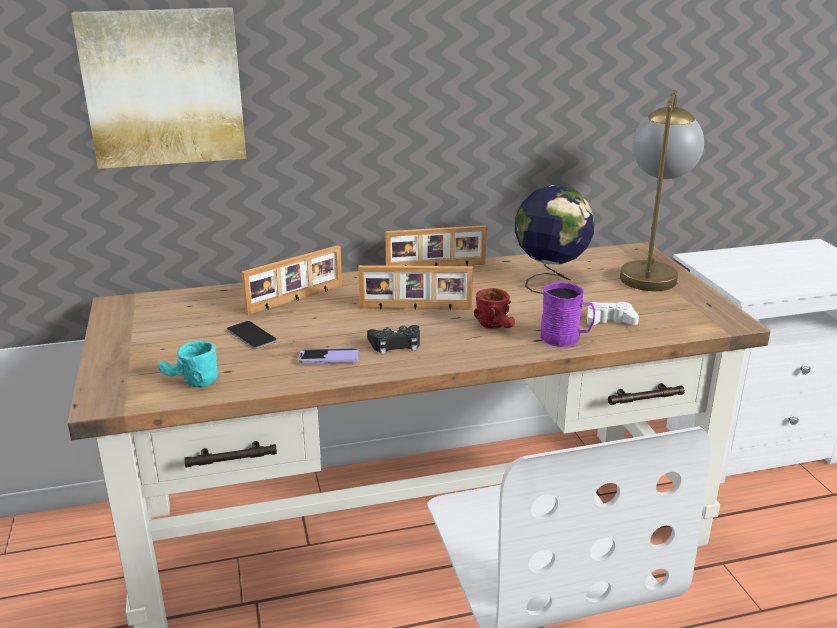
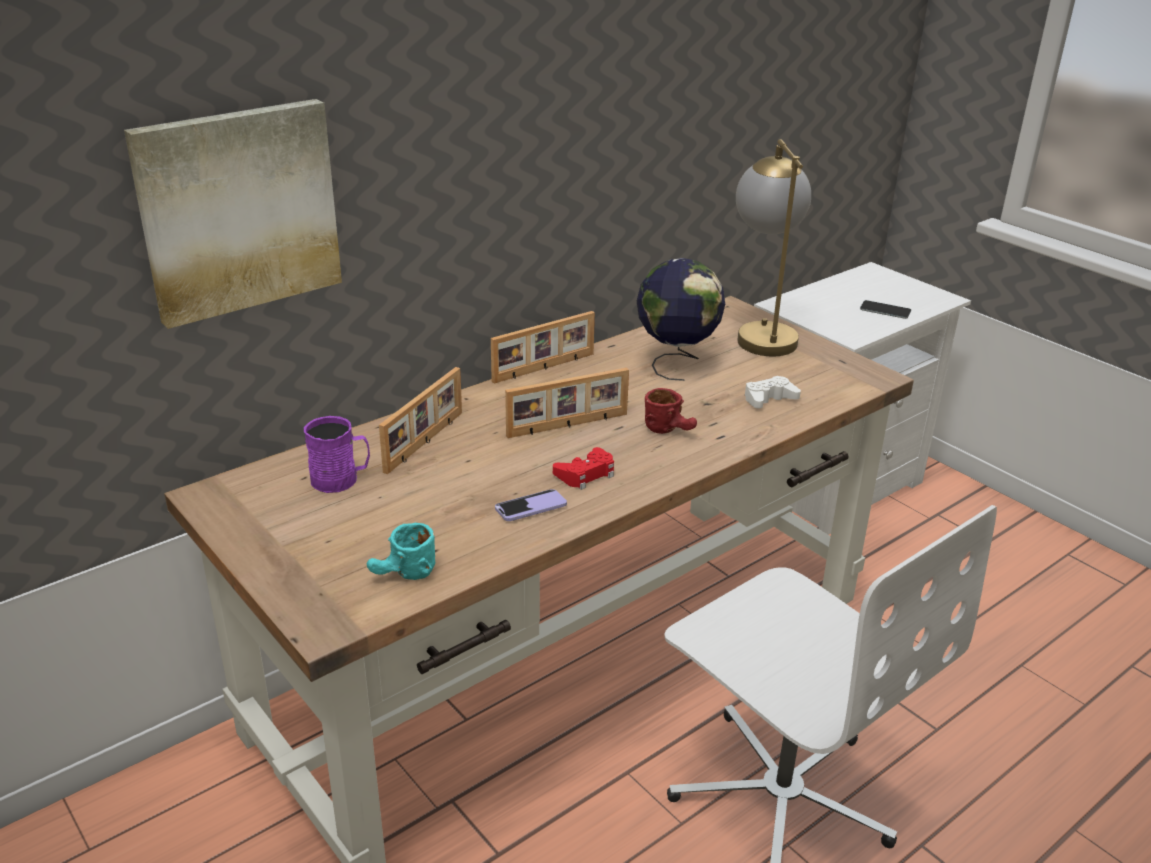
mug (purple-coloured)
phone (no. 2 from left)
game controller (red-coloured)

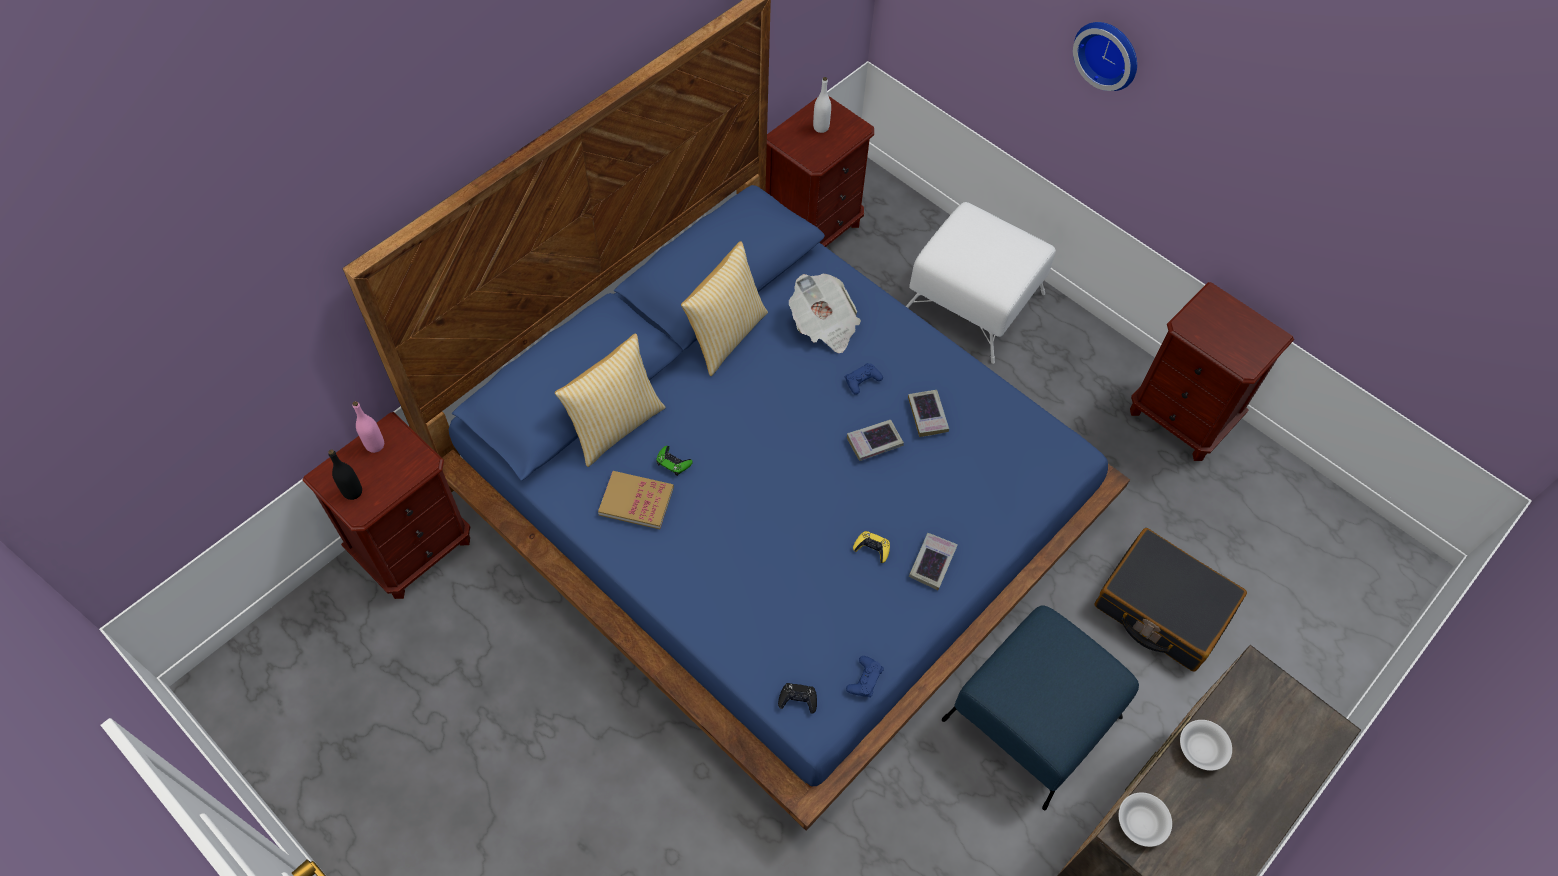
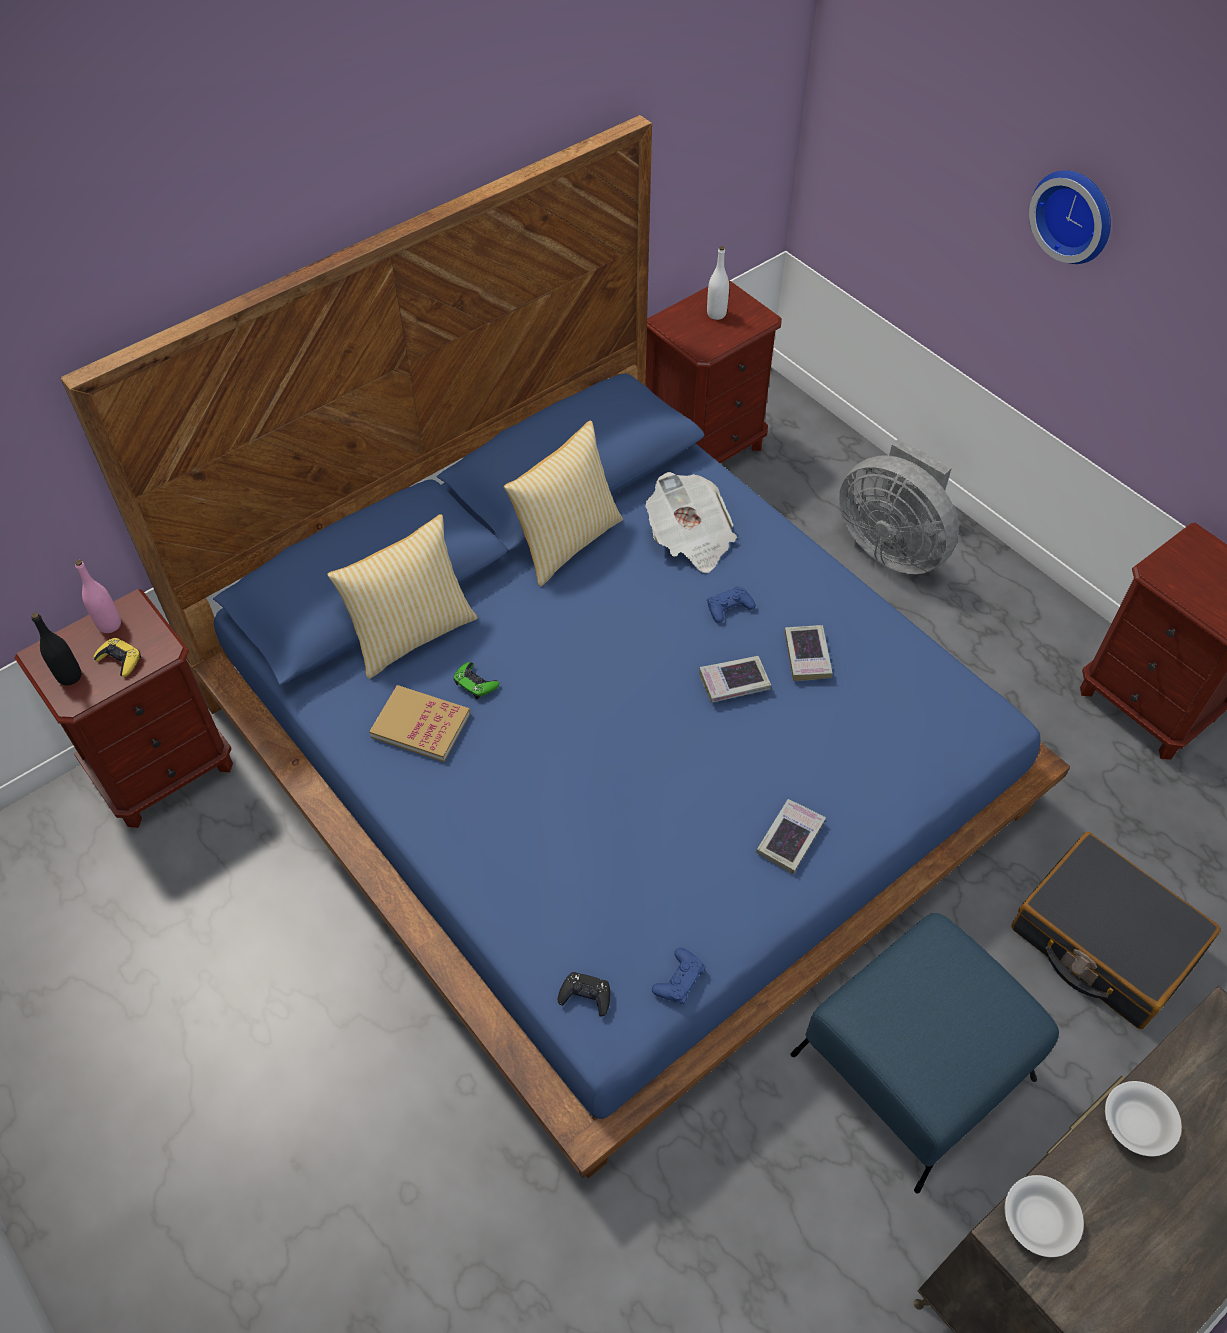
fan (gray)
game controller (yellow-coloured)

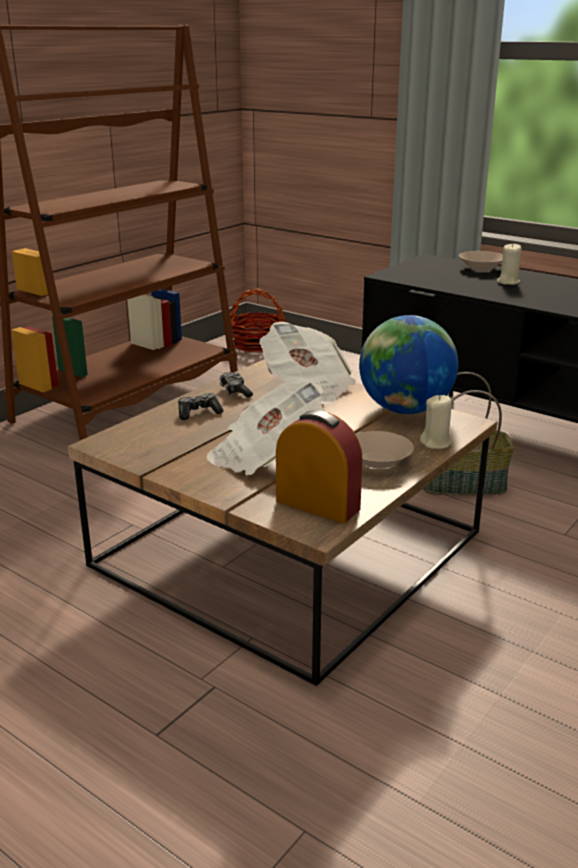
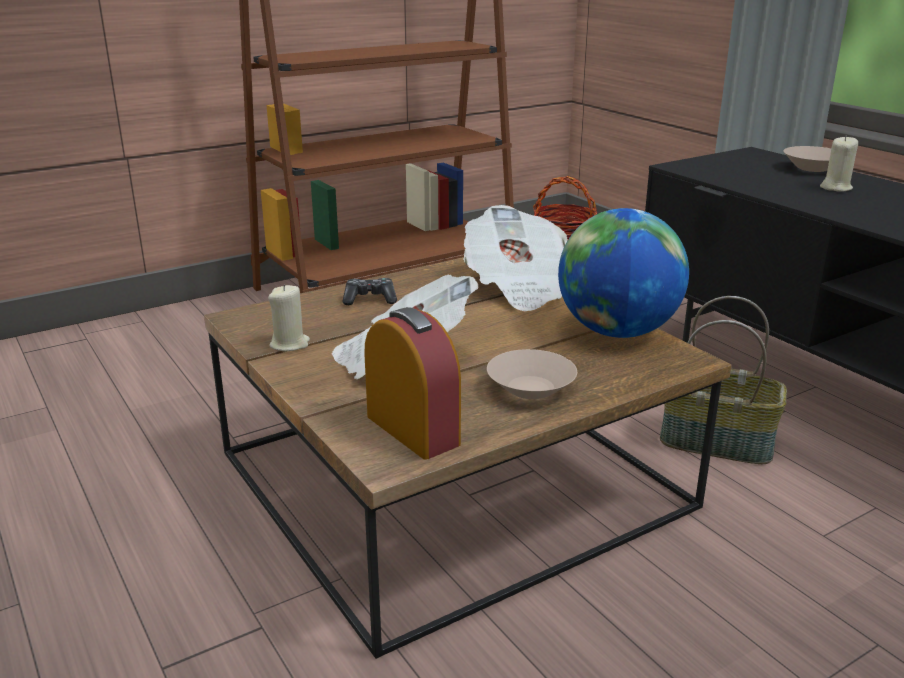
game controller (no. 2 from left in the first image)
wax candle (sand-coloured) (no. 1 from left)

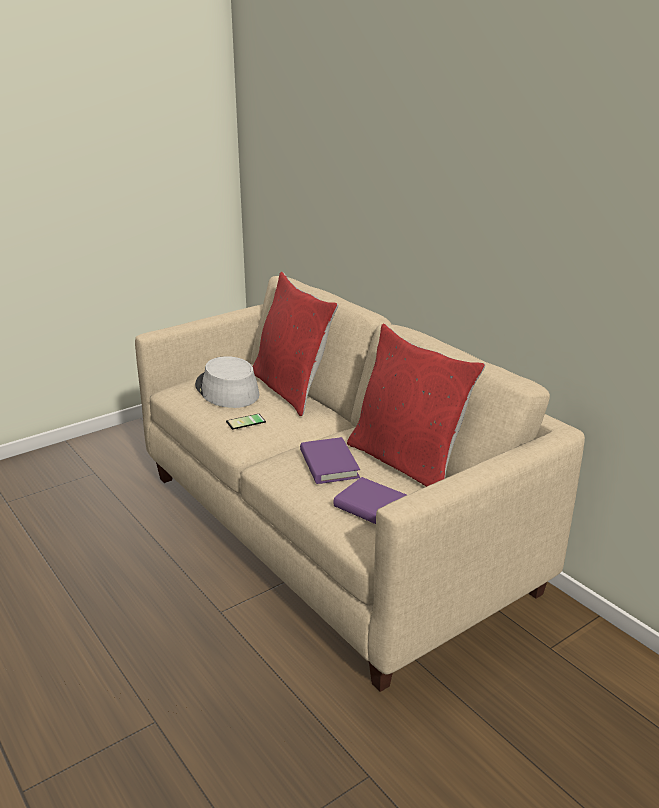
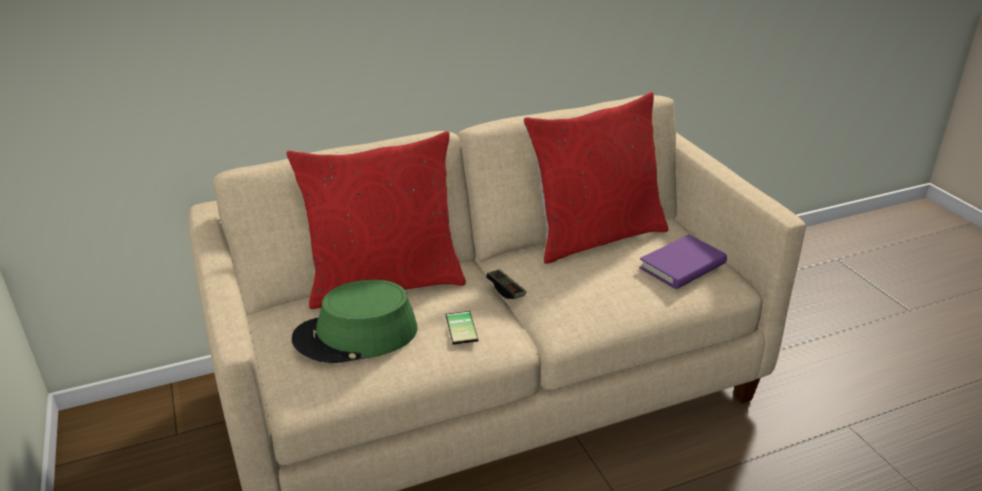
clothing hat (green)
bound book (purple-coloured) (no. 1 from left in the first image)
game controller

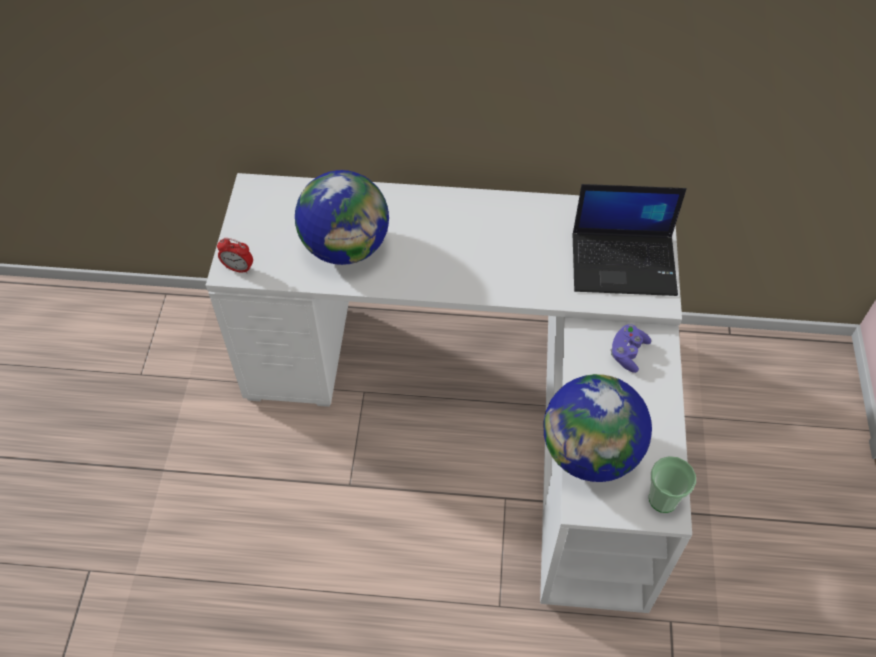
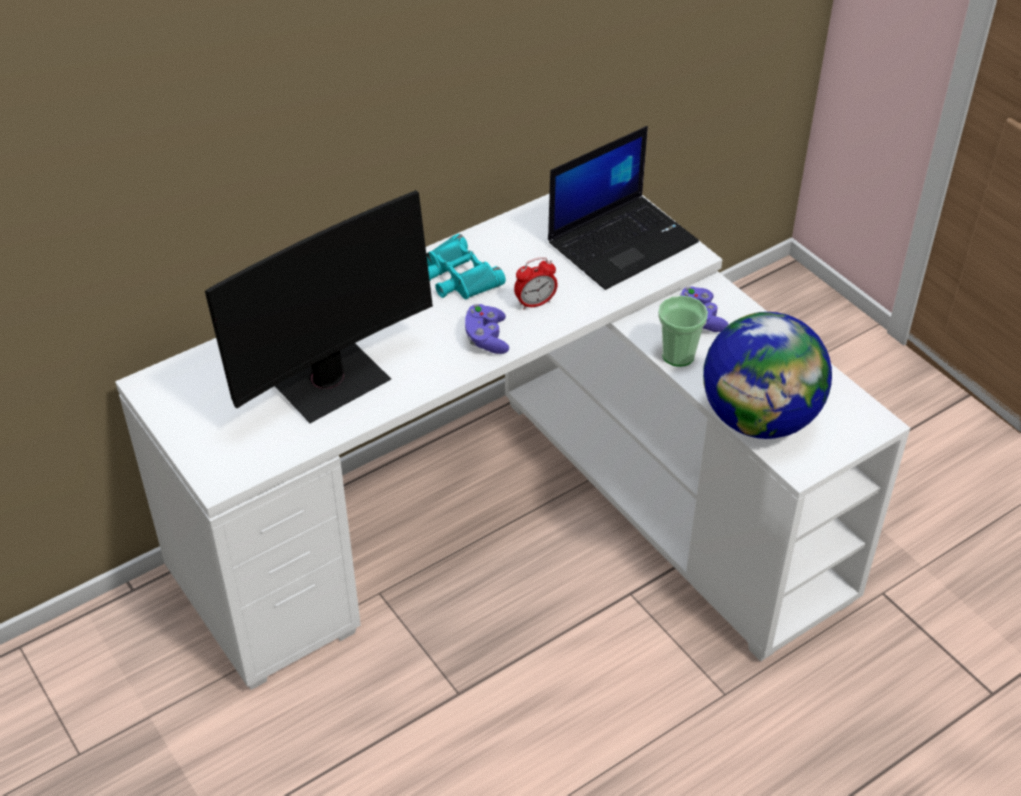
monitor
alarm clock
cup
binoculars (blue-green)
game controller (purple-coloured) (no. 1 from left)

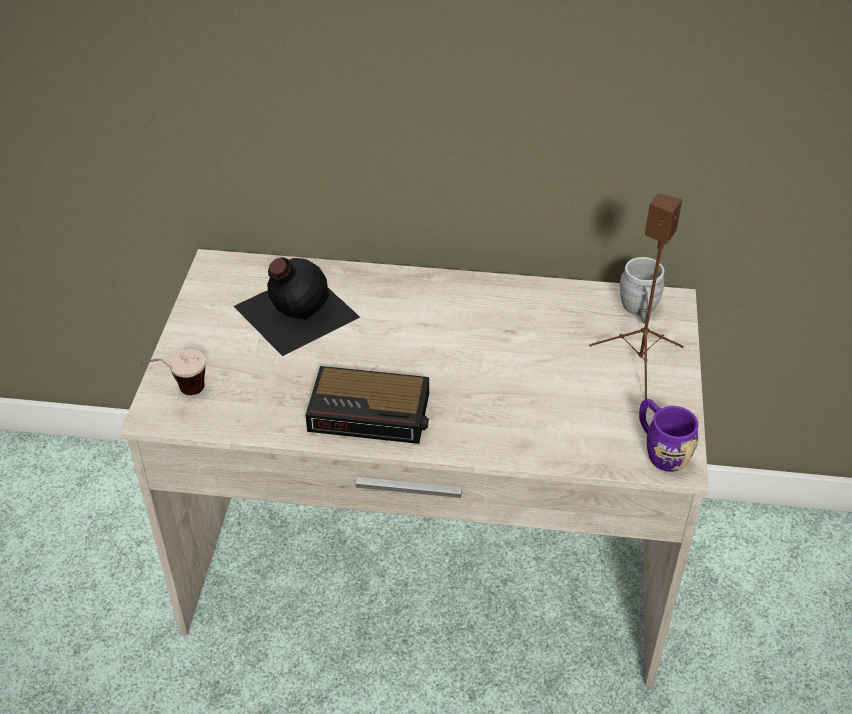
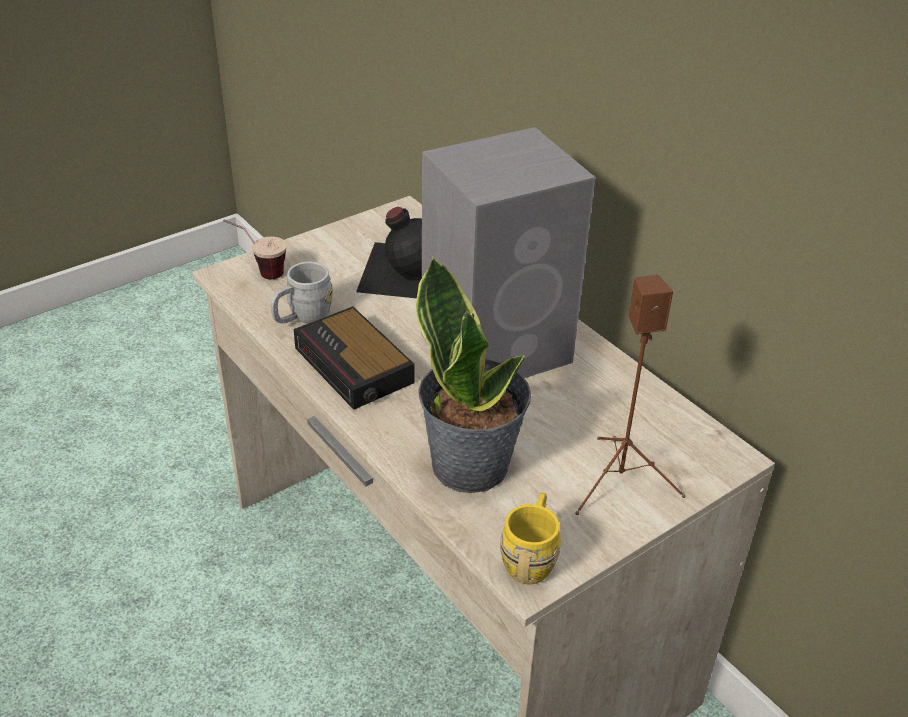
mug (gray)
mug (yellow-coloured)
audio speaker (gray)
houseplant

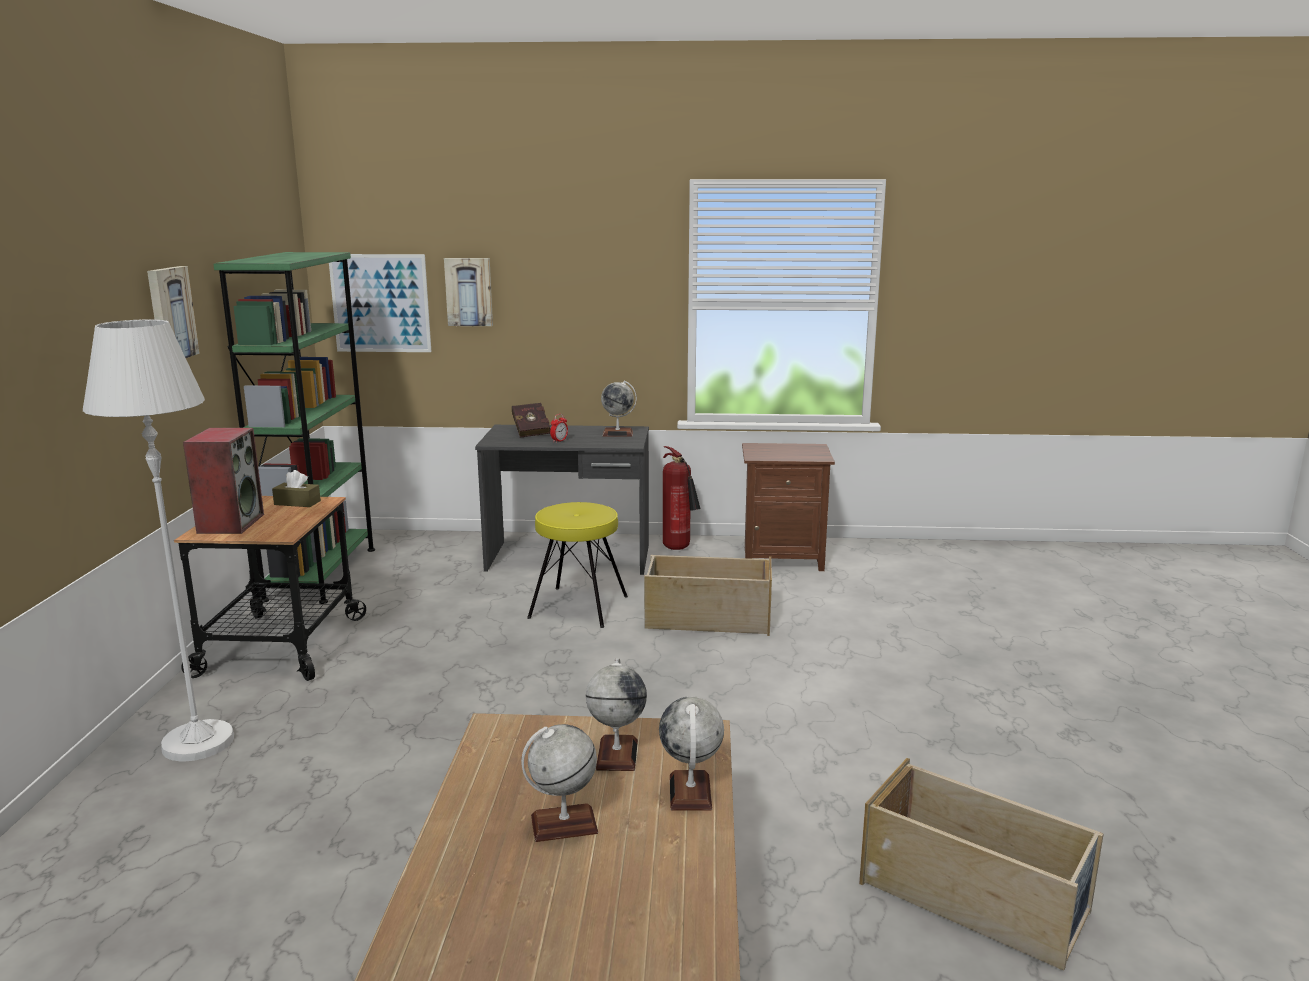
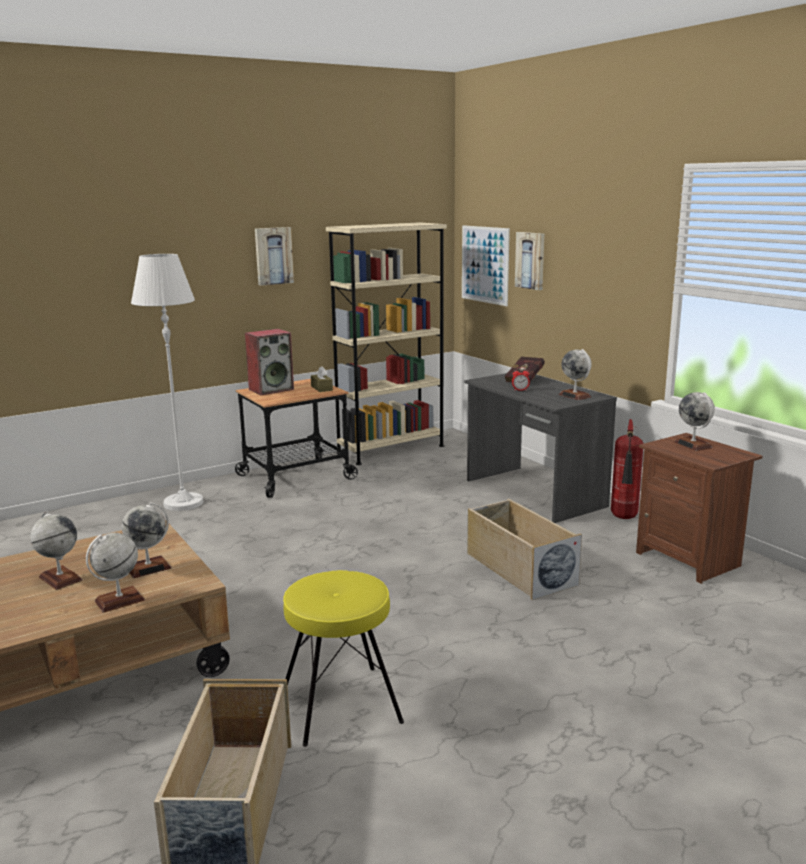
bookshelf (sand-coloured)
stool (yellow-coloured)
world globe (no. 5 from left)

